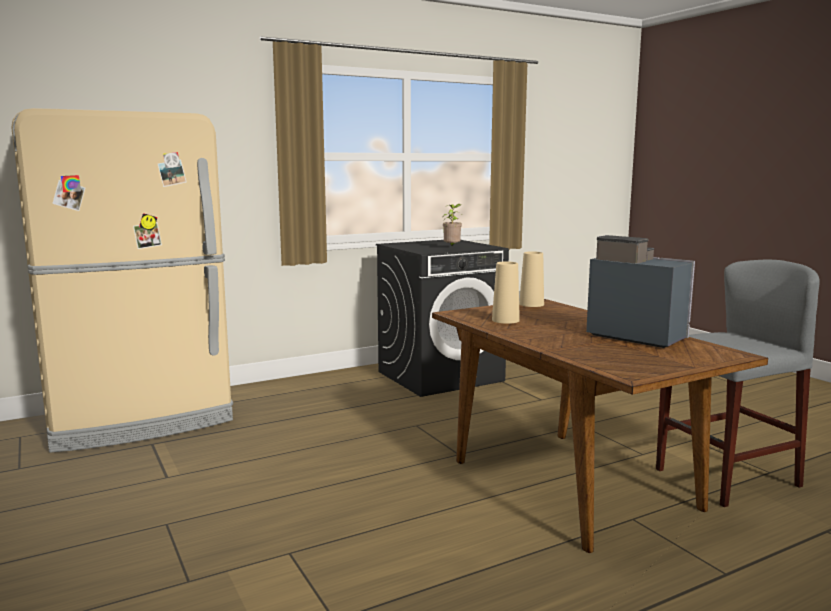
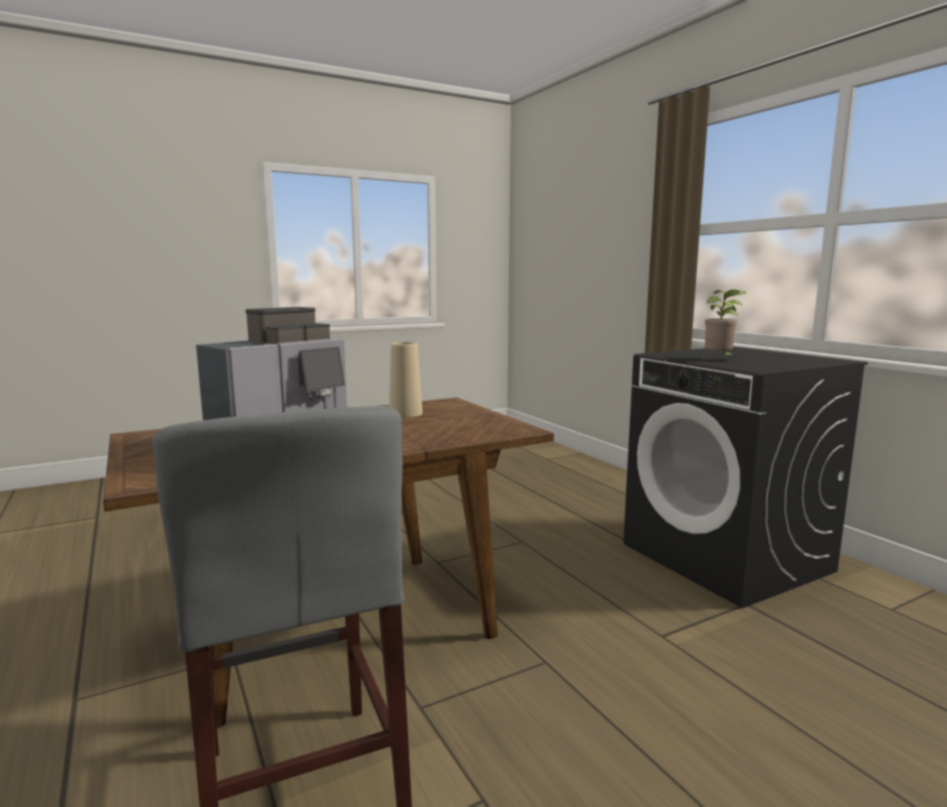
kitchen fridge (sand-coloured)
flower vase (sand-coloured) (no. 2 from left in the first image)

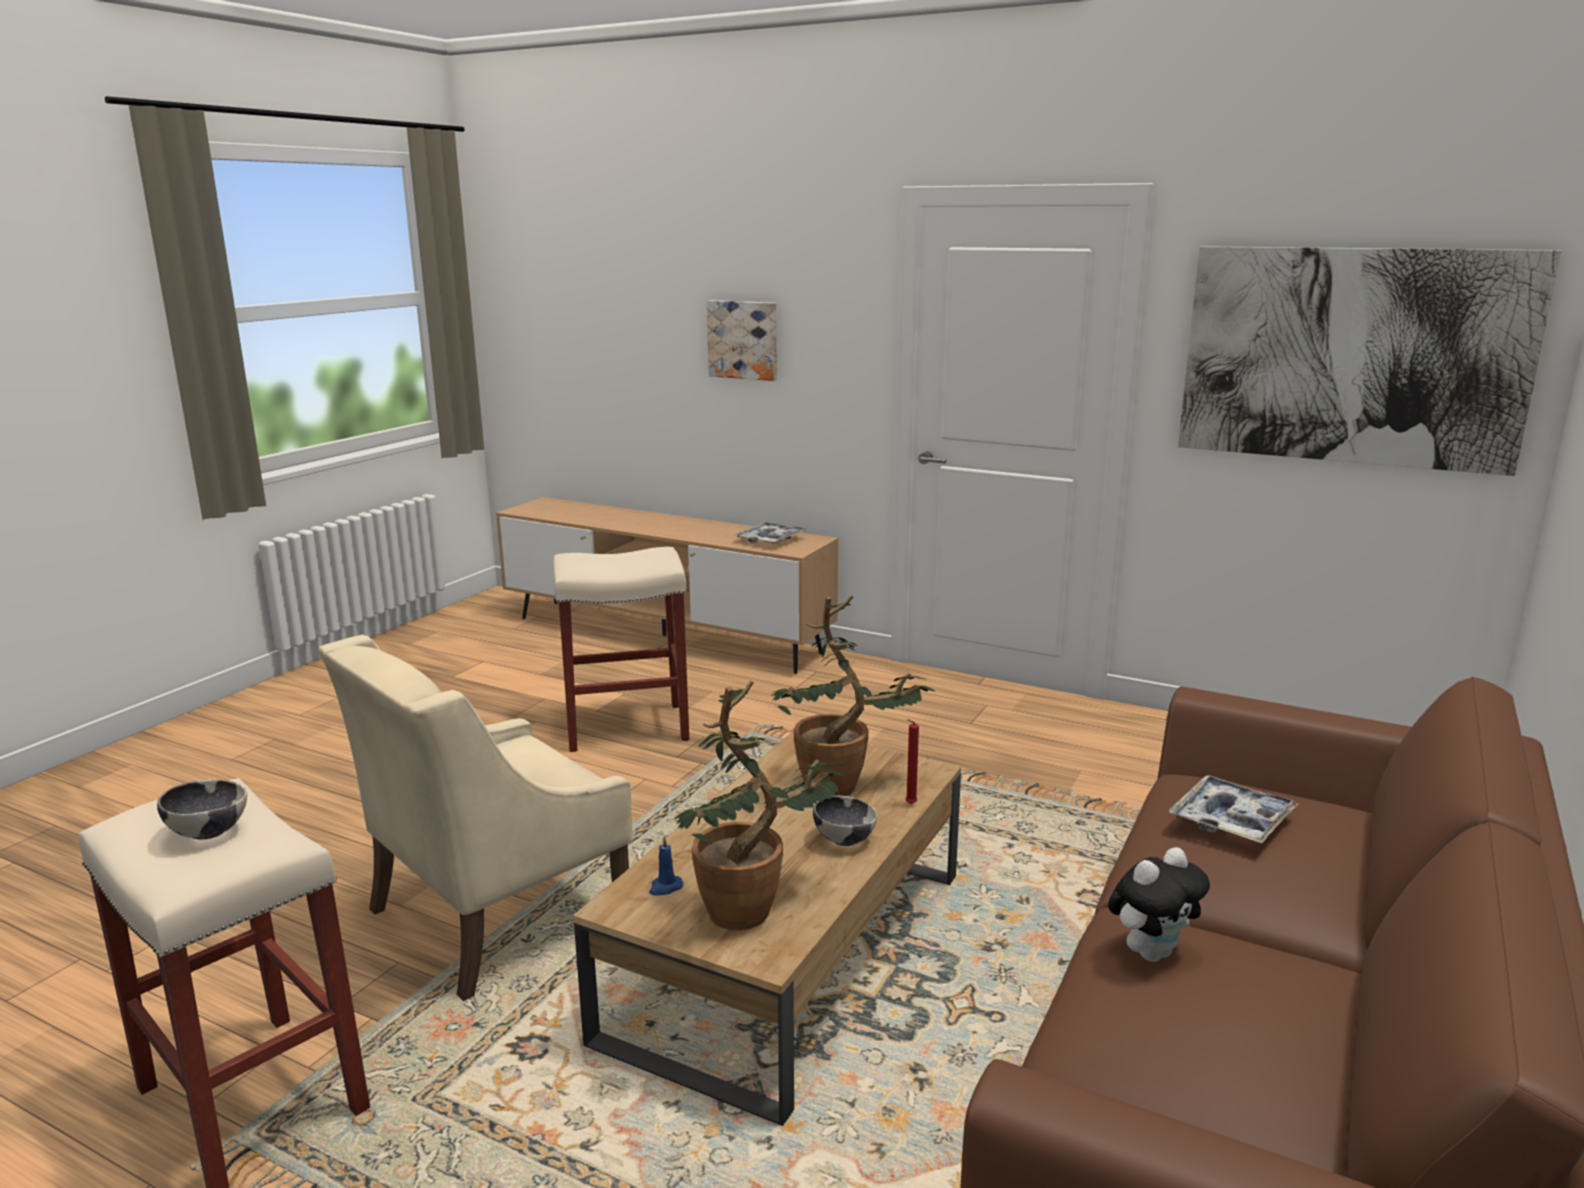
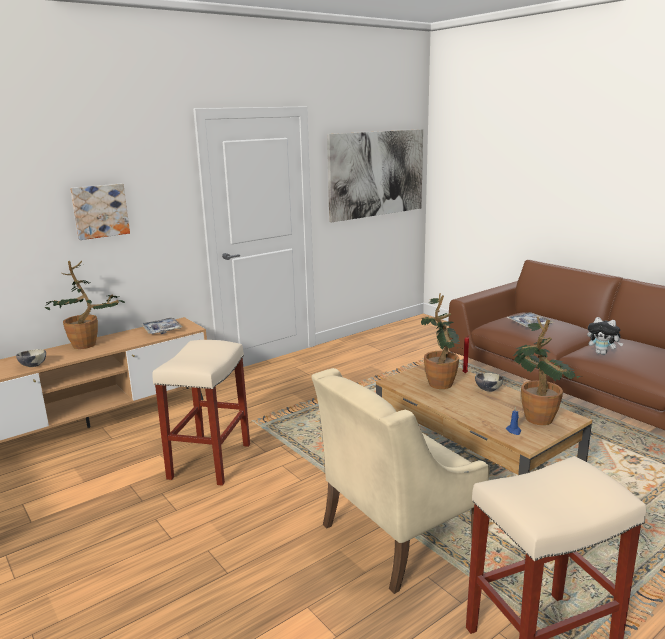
lounge chair (sand-coloured)
serving bowl (no. 1 from left)
plush toy
houseplant (no. 1 from left)

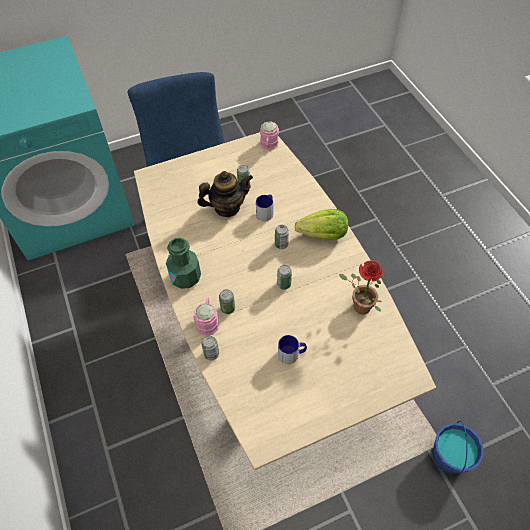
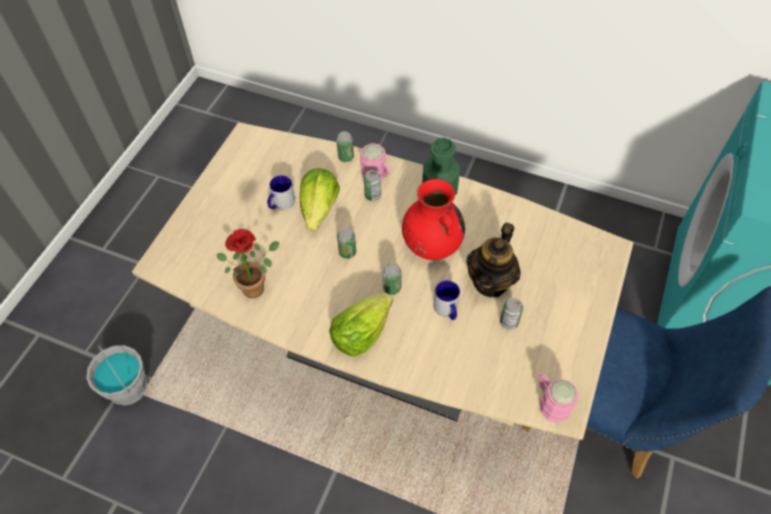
water bucket (gray)
head of lettuce (no. 1 from left)
flower vase (red-coloured)

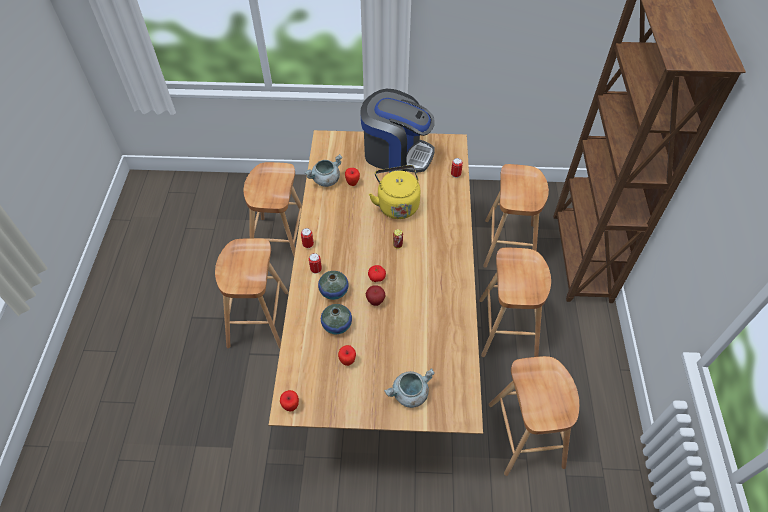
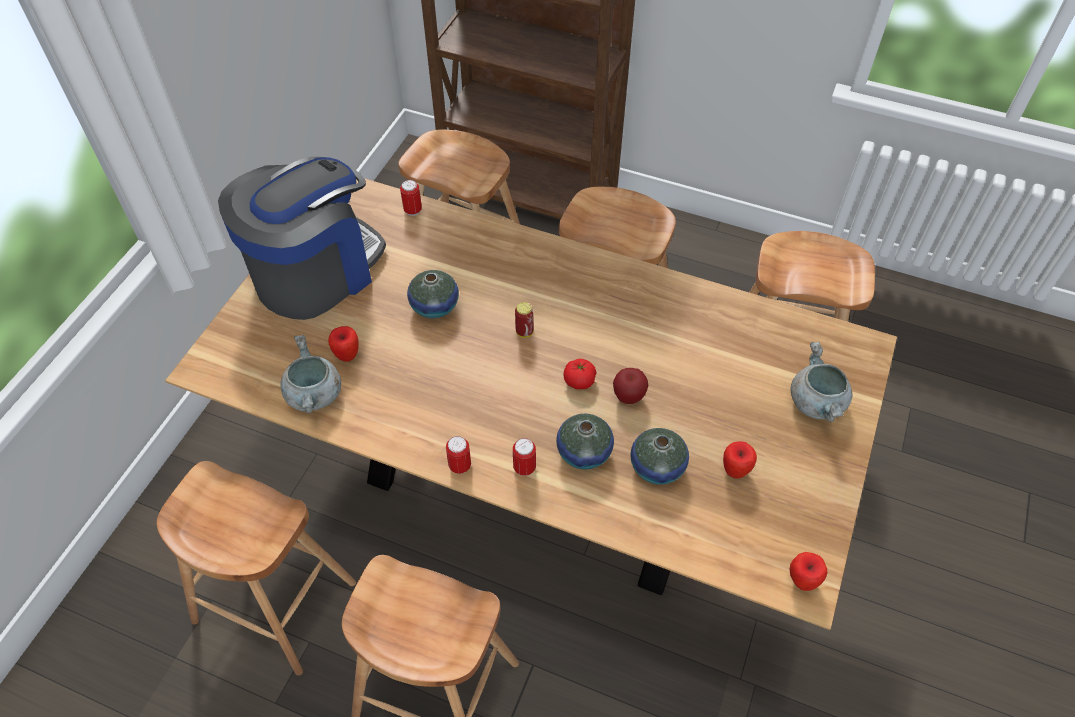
flower vase (no. 1 from left)

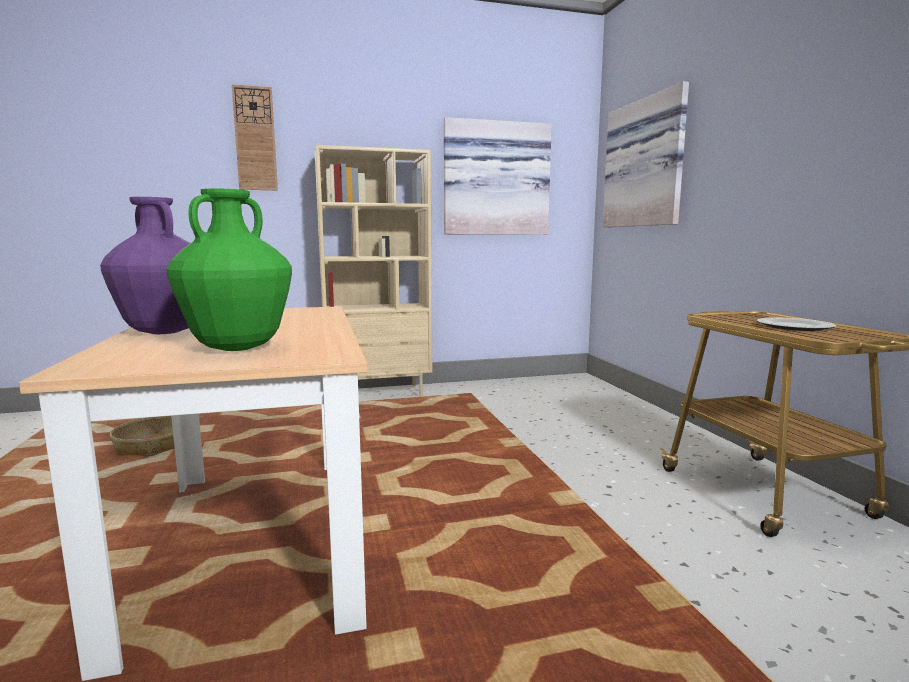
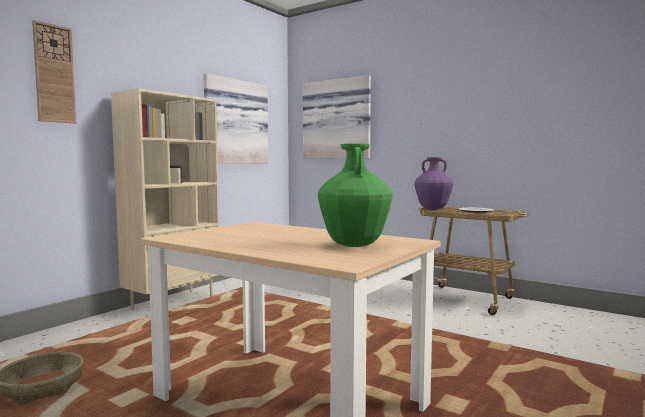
flower vase (purple-coloured)

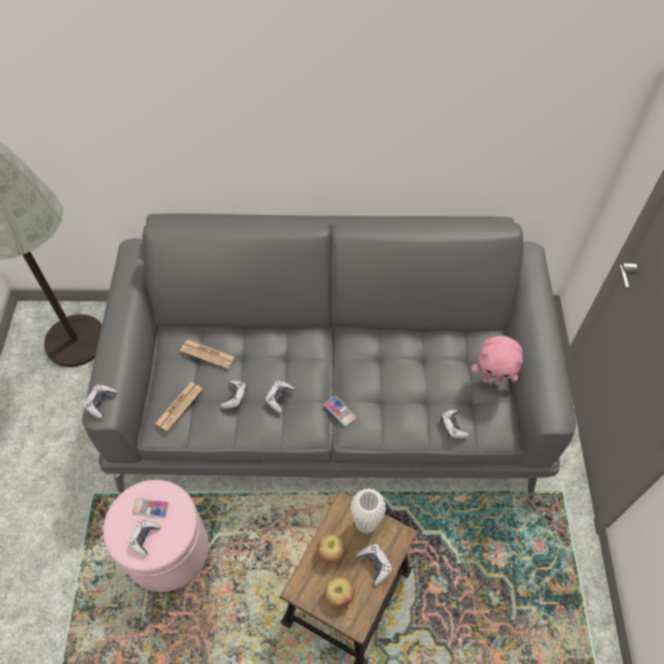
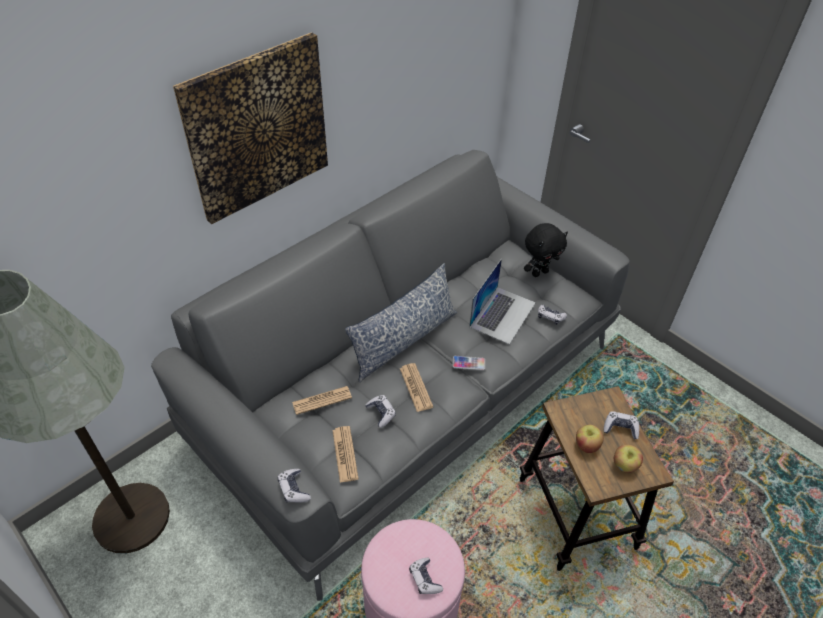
plush toy (blackish)
daily paper (no. 3 from left)
flower vase (whitish)
phone (no. 1 from left in the first image)
picture
laptop
throw pillow

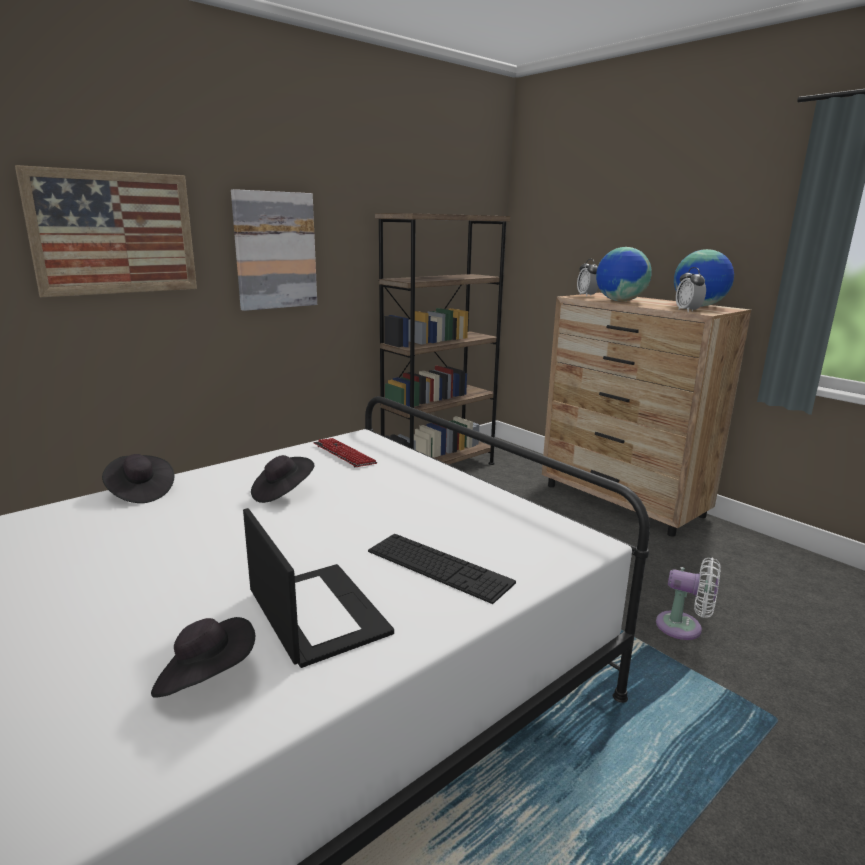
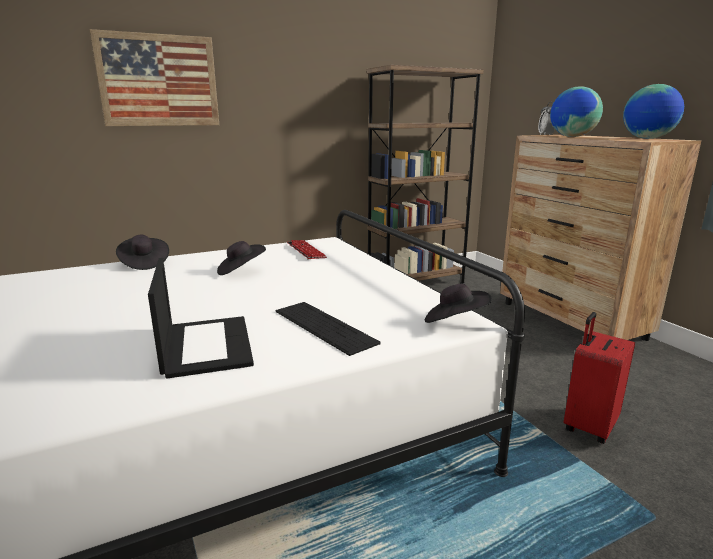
picture (no. 2 from left in the first image)
alarm clock (no. 2 from left in the first image)
travel case (red-coloured)
clothing hat (blackish) (no. 3 from left)

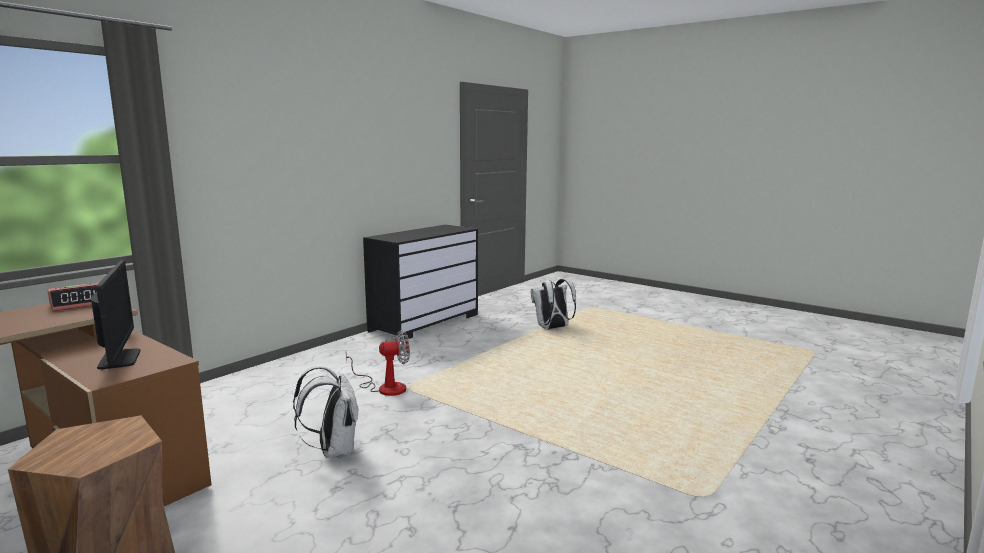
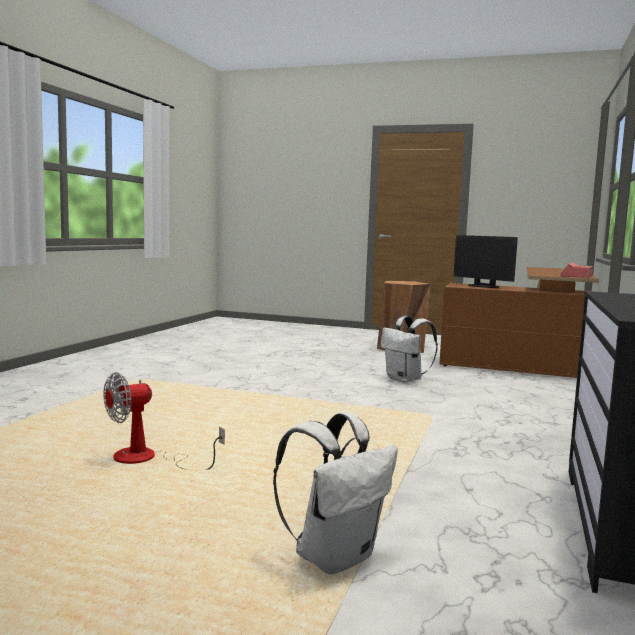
fan

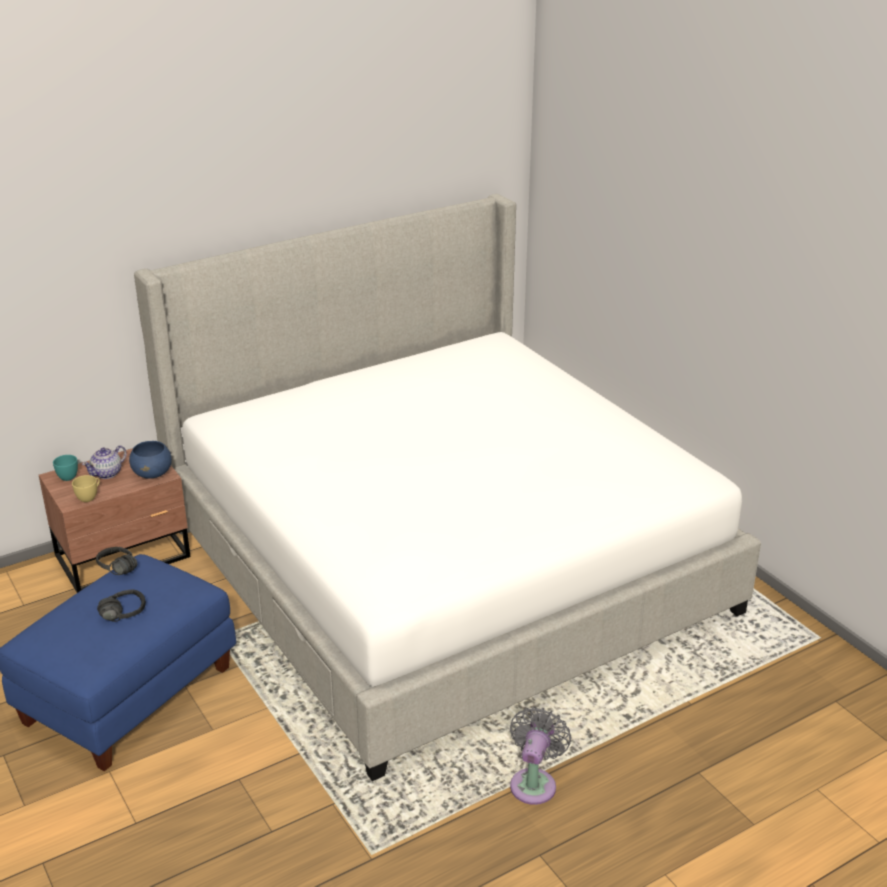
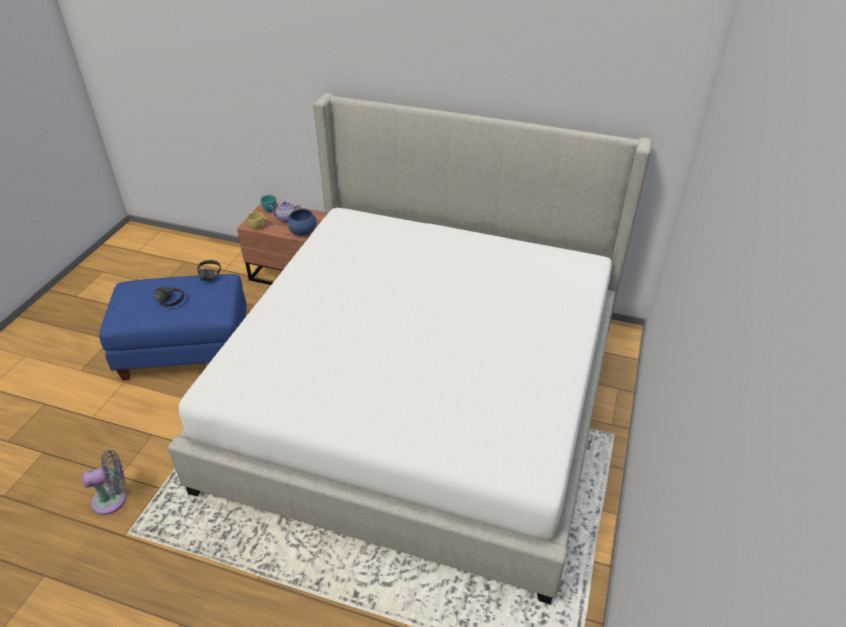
fan (gray)

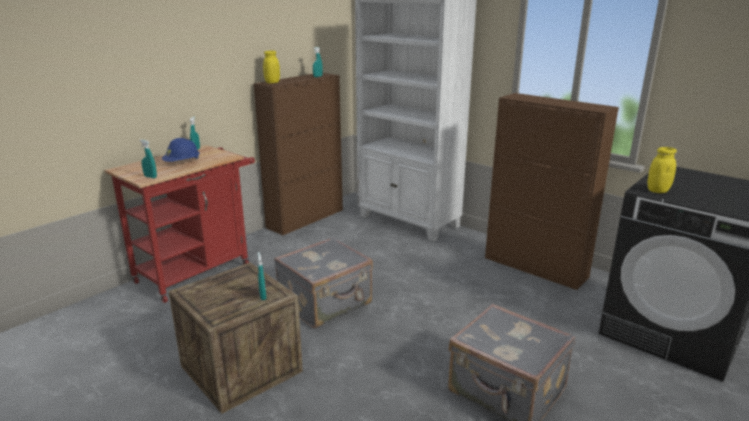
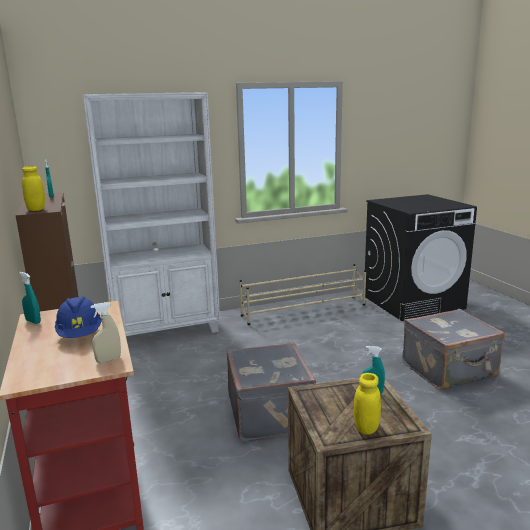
shoe rack (sand-coloured)
sprayer (sand-coloured)
jar (yellow-coloured) (no. 2 from left)

